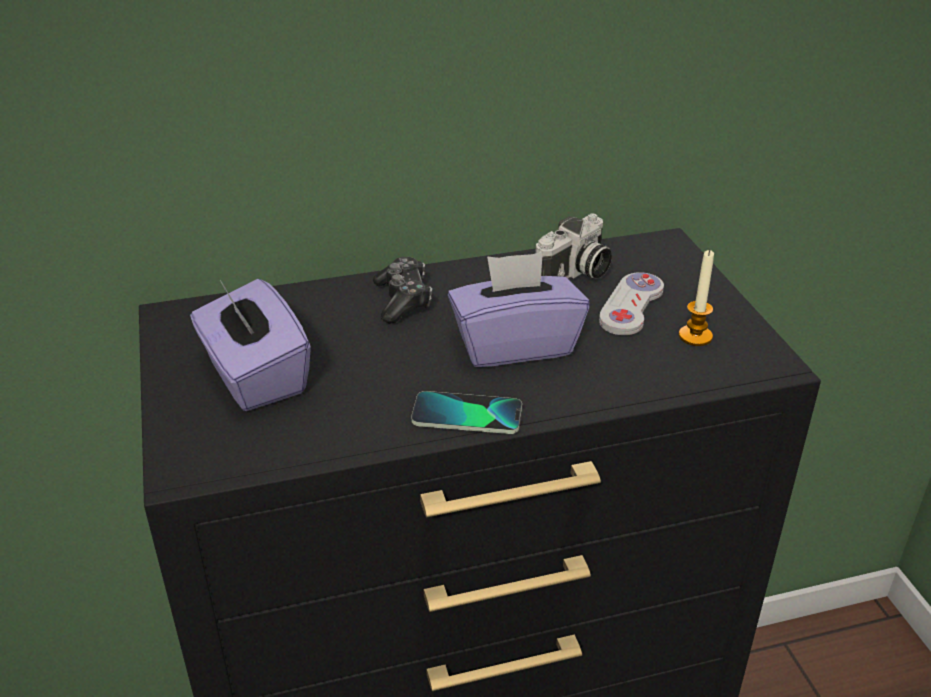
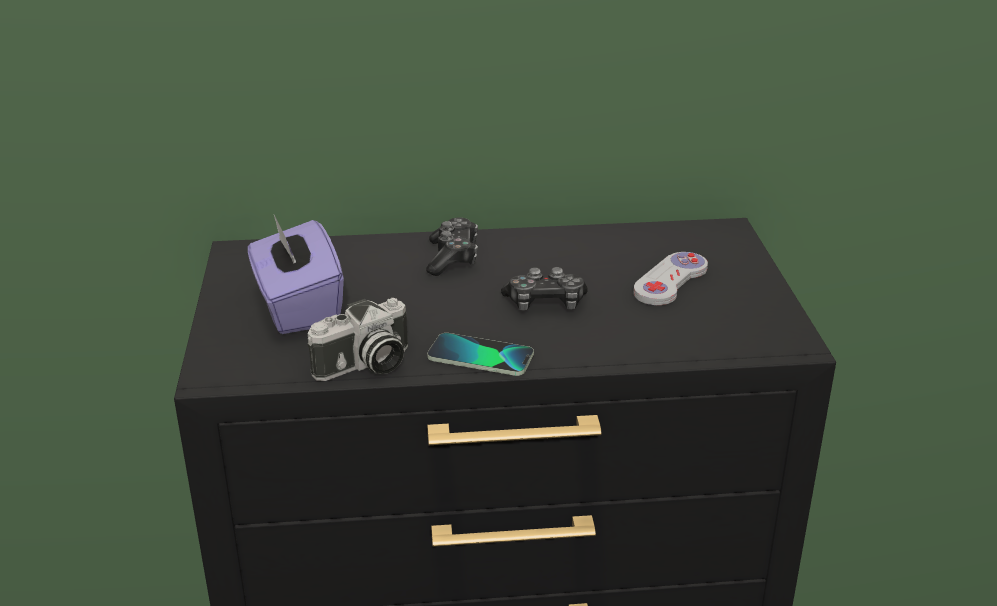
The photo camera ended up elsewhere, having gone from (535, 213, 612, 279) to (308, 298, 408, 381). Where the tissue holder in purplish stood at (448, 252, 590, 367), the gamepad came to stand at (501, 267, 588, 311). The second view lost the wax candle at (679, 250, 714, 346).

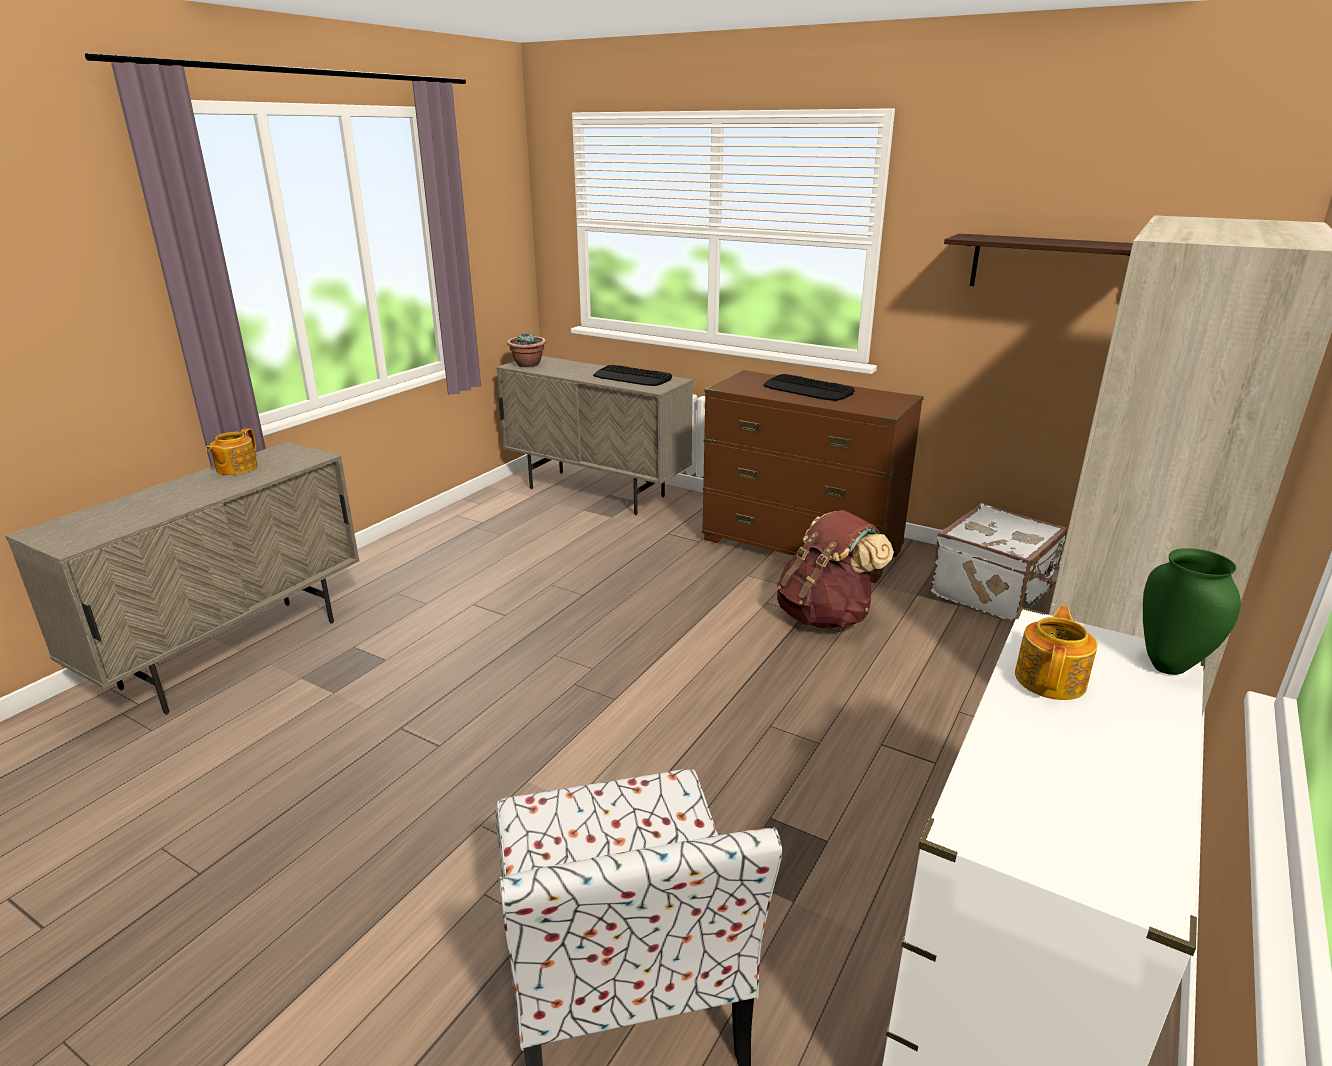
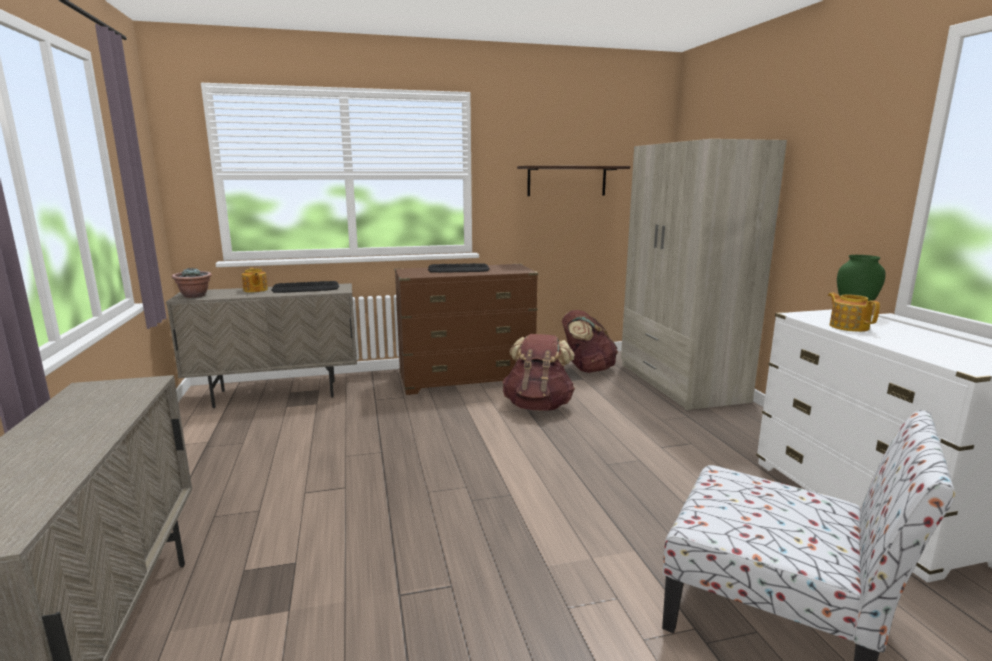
The teapot ended up elsewhere, having gone from (206, 428, 258, 475) to (242, 268, 268, 292). Where the suitcase in white stood at (930, 503, 1068, 623), the knapsack in brown-coloured came to stand at (562, 310, 618, 373).

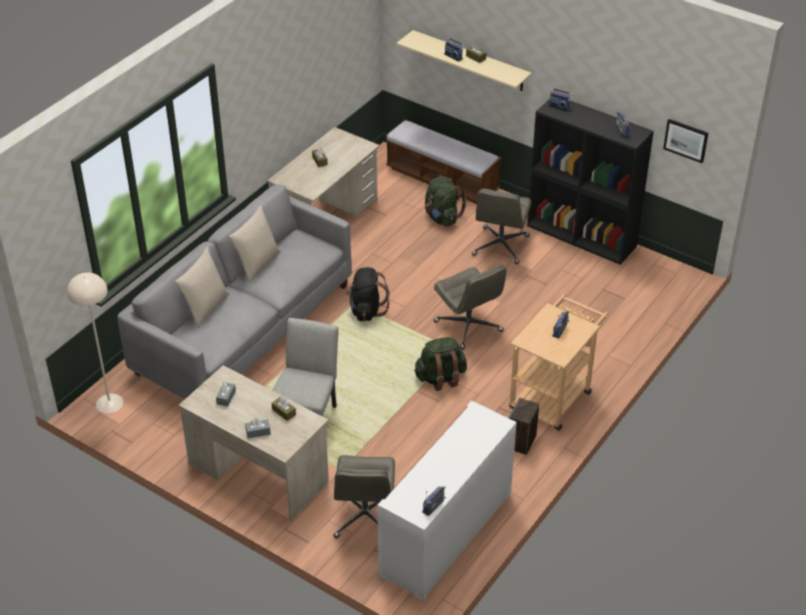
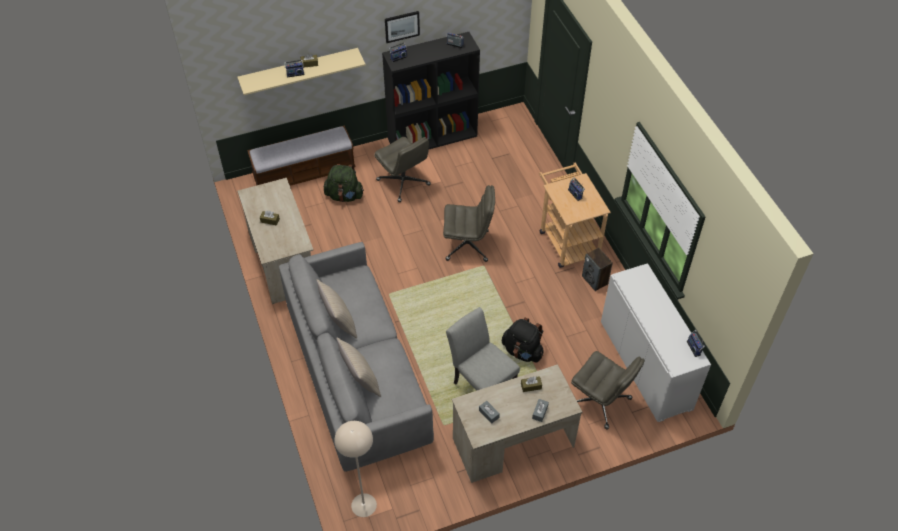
The wall picture ended up elsewhere, having gone from (663, 119, 708, 163) to (385, 11, 420, 43). The knapsack in black ended up elsewhere, having gone from (345, 267, 389, 321) to (502, 317, 544, 363). The second view lost the knapsack in green-coloured at (414, 337, 467, 391).

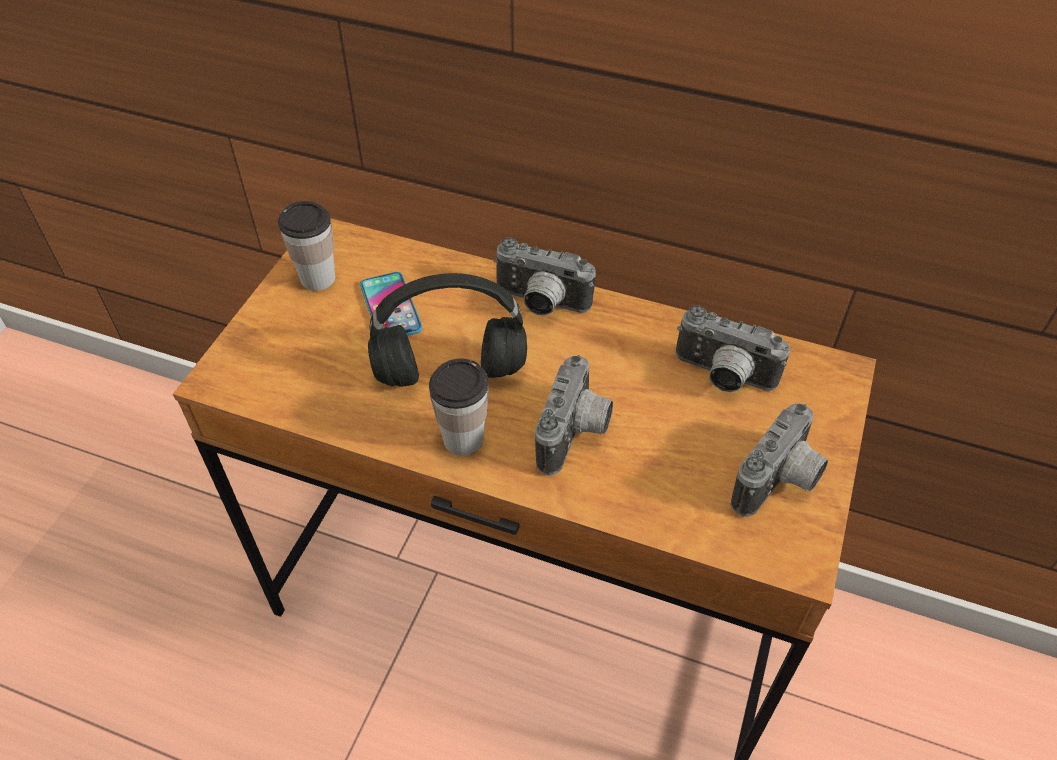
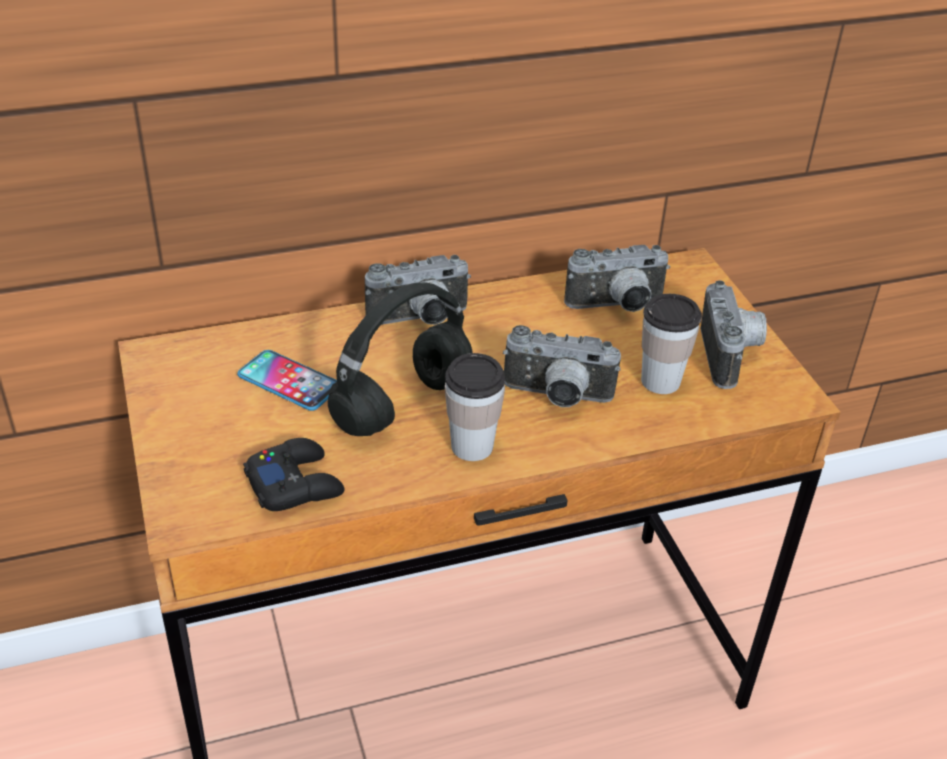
The second view gained the gamepad in black at (243, 438, 345, 511). The photo camera at (535, 355, 613, 475) ended up facing another way, 120 degrees clockwise from before. The drinking cup ended up elsewhere, having gone from (278, 201, 335, 291) to (641, 294, 702, 394).

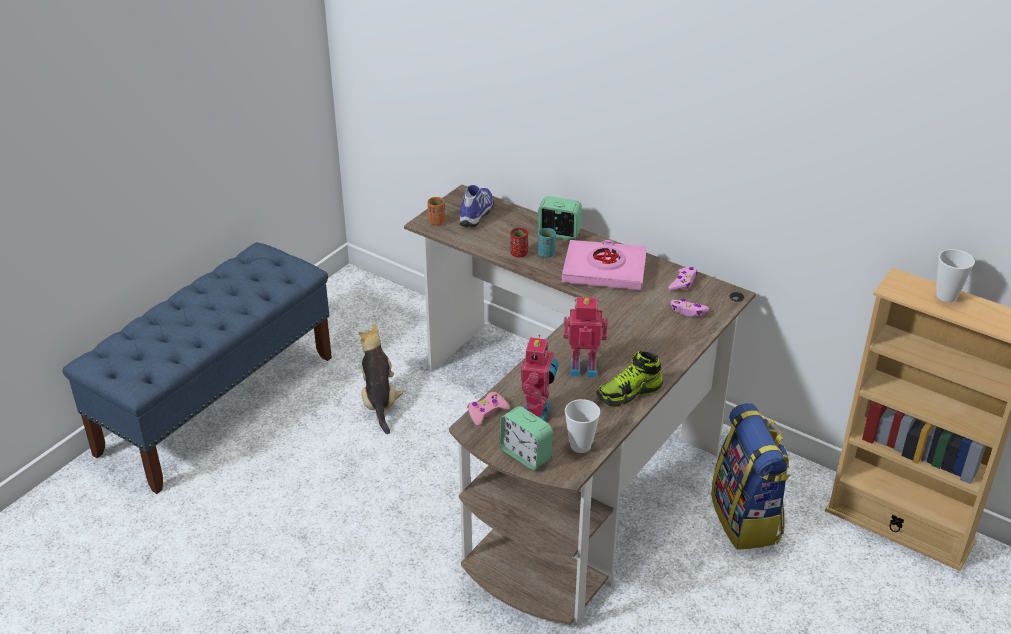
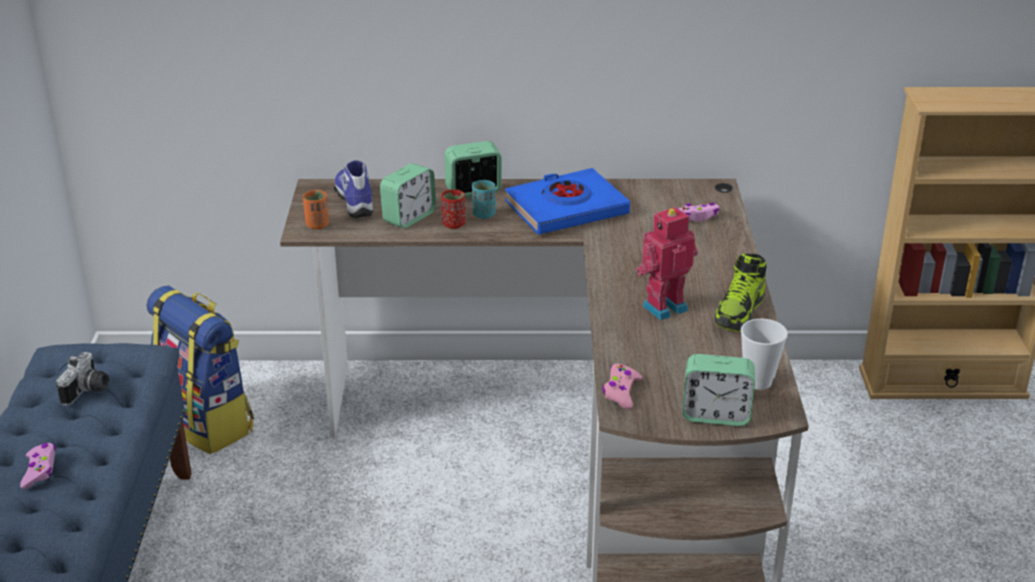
The gamepad in pinkish ended up elsewhere, having gone from (668, 267, 697, 291) to (20, 443, 56, 489). The second view gained the photo camera at (56, 352, 109, 406). The knapsack ended up elsewhere, having gone from (711, 403, 790, 550) to (147, 285, 254, 454). The second view gained the alarm clock at (380, 163, 436, 228). What was the bound book in pinkish at (562, 240, 647, 290) turned into the bound book in bluish at (505, 168, 630, 235). The second view lost the soft toy at (359, 324, 403, 434). The second view lost the toy robot at (521, 335, 558, 421). The second view lost the drinking cup at (936, 249, 975, 302).

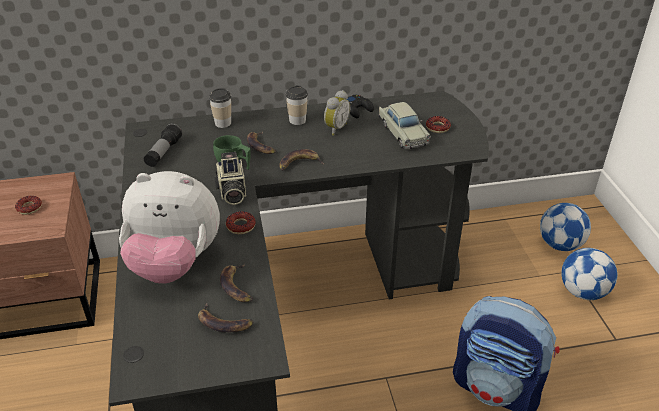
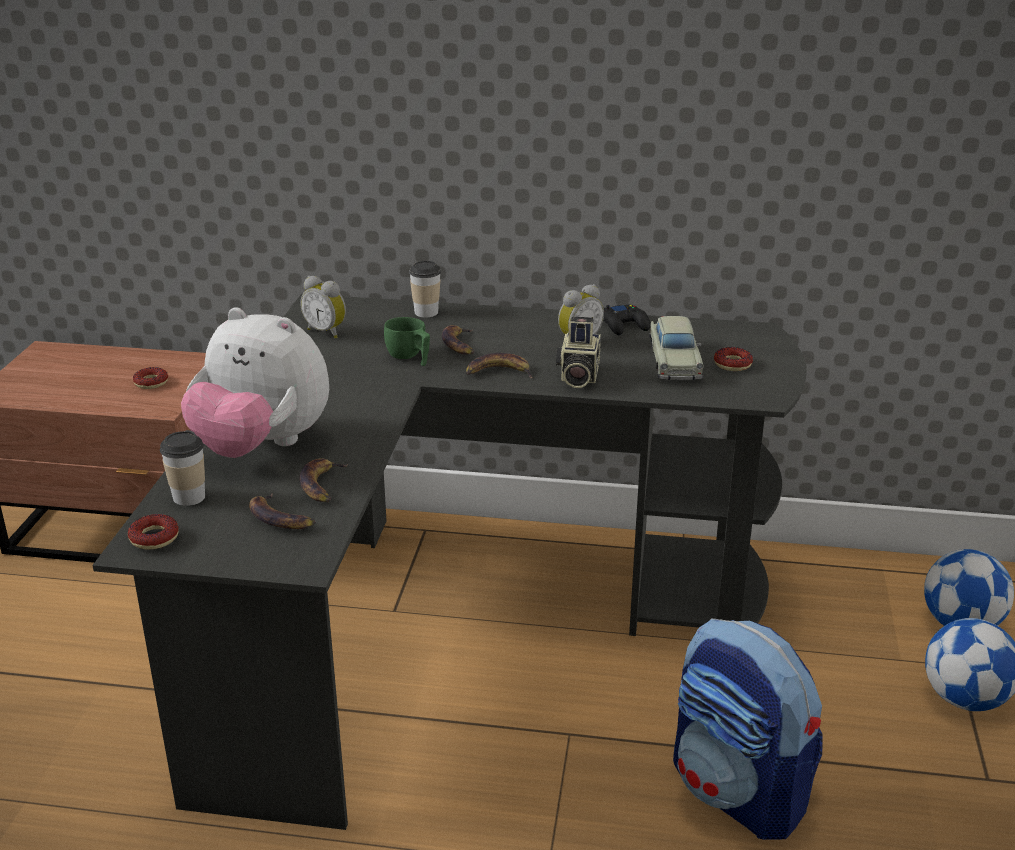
The ring doughnut ended up elsewhere, having gone from (226, 211, 256, 234) to (128, 514, 179, 550). The drinking cup ended up elsewhere, having gone from (286, 85, 308, 125) to (160, 430, 205, 506). Where the torch stood at (144, 123, 183, 167), the alarm clock came to stand at (301, 275, 346, 339). The photo camera ended up elsewhere, having gone from (215, 152, 246, 205) to (556, 316, 601, 388).

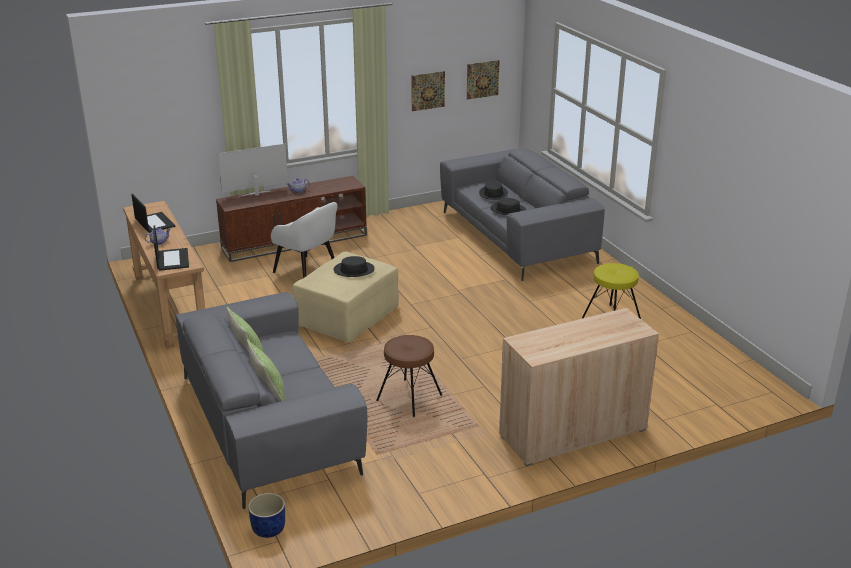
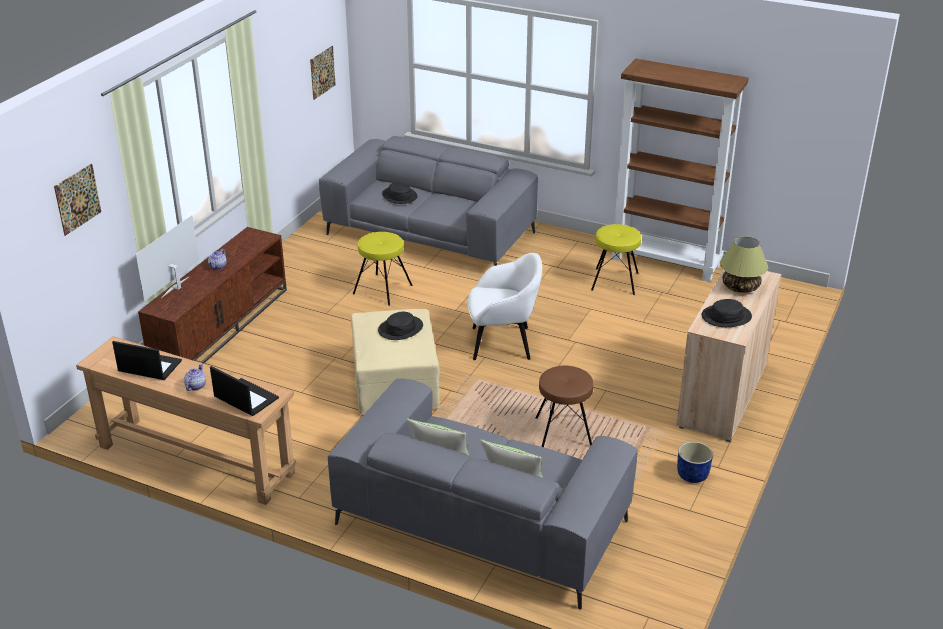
The wall picture ended up elsewhere, having gone from (411, 71, 445, 111) to (54, 164, 101, 236). The second view gained the stool in yellow-coloured at (353, 232, 413, 306). The lounge chair in white ended up elsewhere, having gone from (271, 202, 337, 278) to (468, 253, 542, 360). The second view gained the shelving unit in brown-coloured at (612, 59, 749, 282). The planter in bluish ended up elsewhere, having gone from (248, 493, 285, 538) to (677, 442, 713, 483). The hat in black ended up elsewhere, having gone from (490, 198, 526, 215) to (702, 299, 752, 327). The second view gained the tabletop lamp at (720, 236, 768, 293).

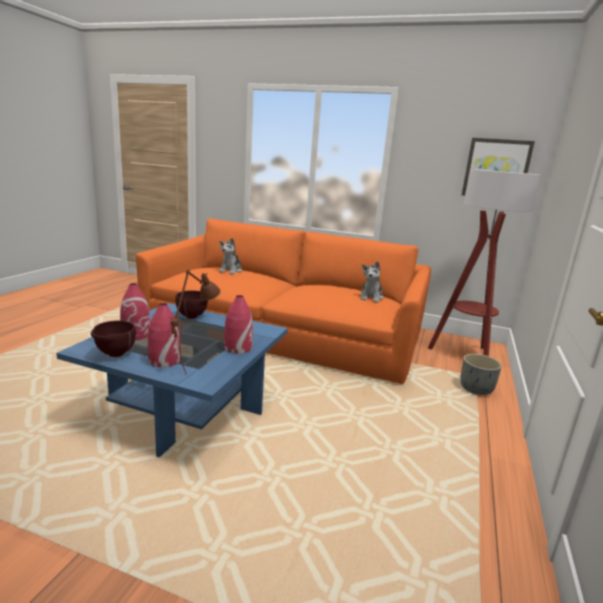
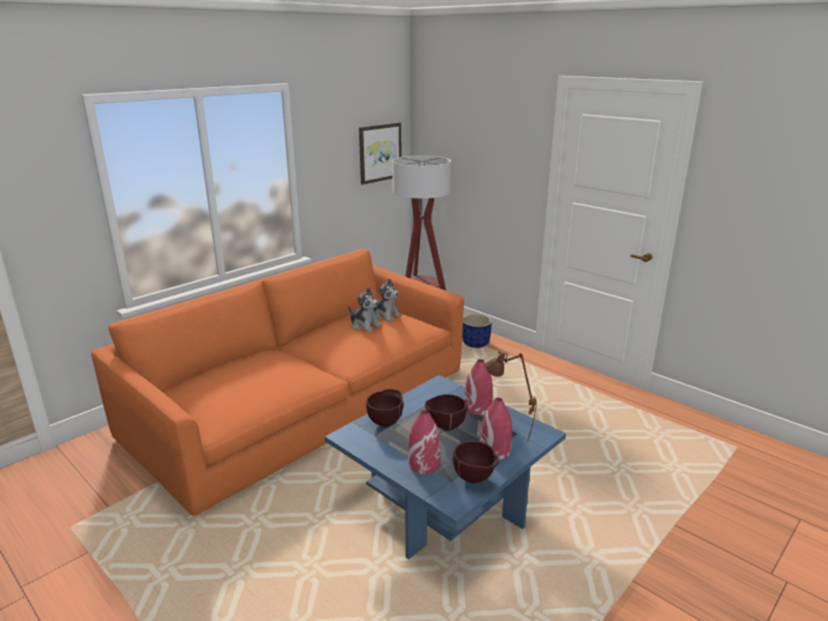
The soft toy ended up elsewhere, having gone from (219, 238, 242, 274) to (348, 287, 382, 332). The second view gained the deep dish in brown-coloured at (425, 394, 467, 431). What was the planter in grey at (460, 354, 502, 395) turned into the planter in bluish at (462, 314, 492, 348).

